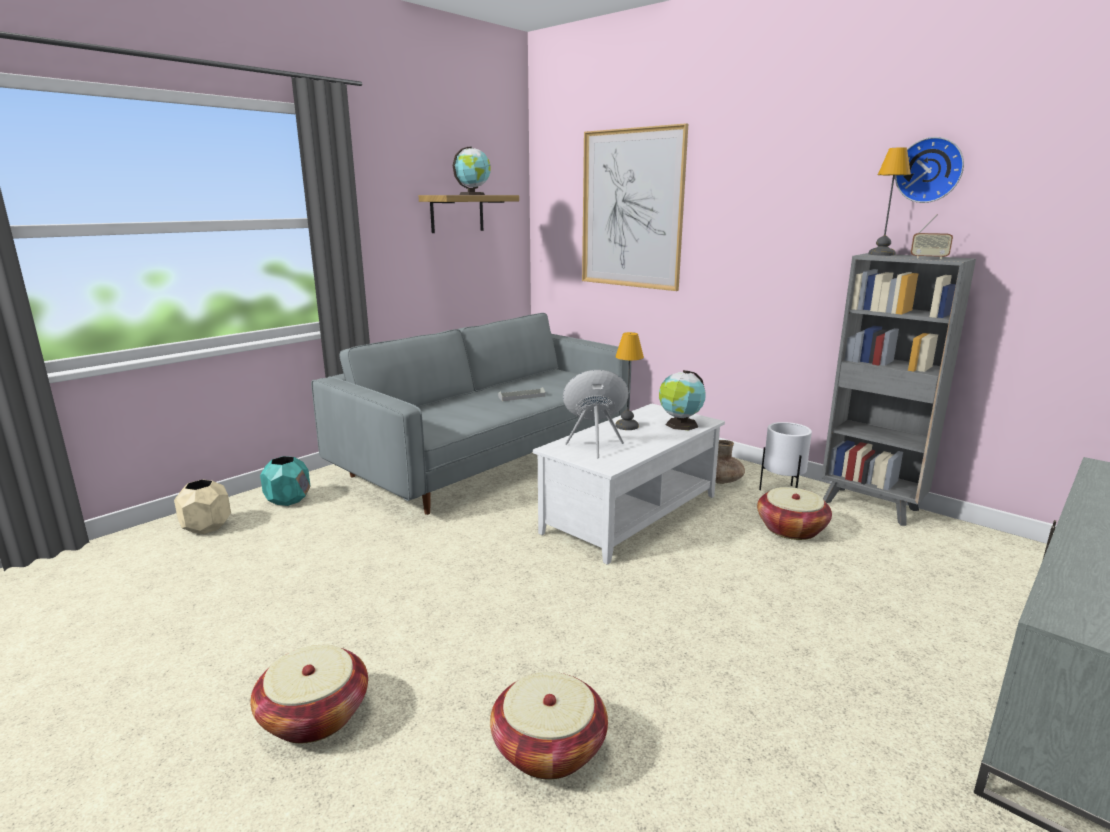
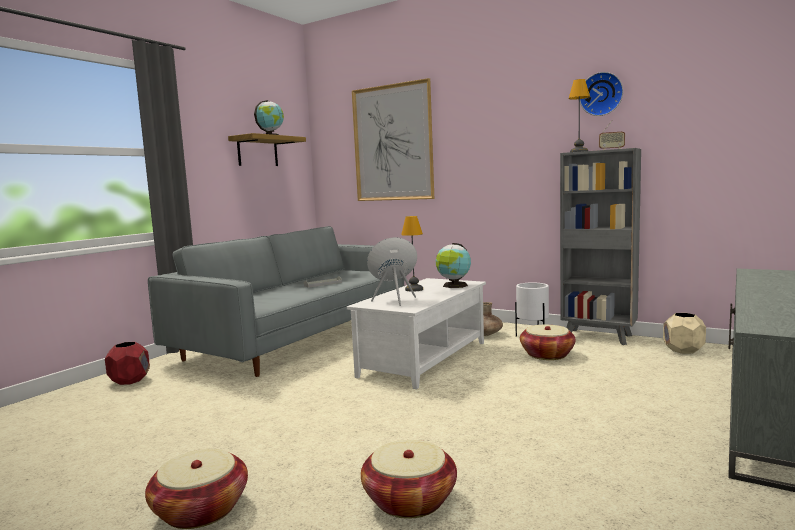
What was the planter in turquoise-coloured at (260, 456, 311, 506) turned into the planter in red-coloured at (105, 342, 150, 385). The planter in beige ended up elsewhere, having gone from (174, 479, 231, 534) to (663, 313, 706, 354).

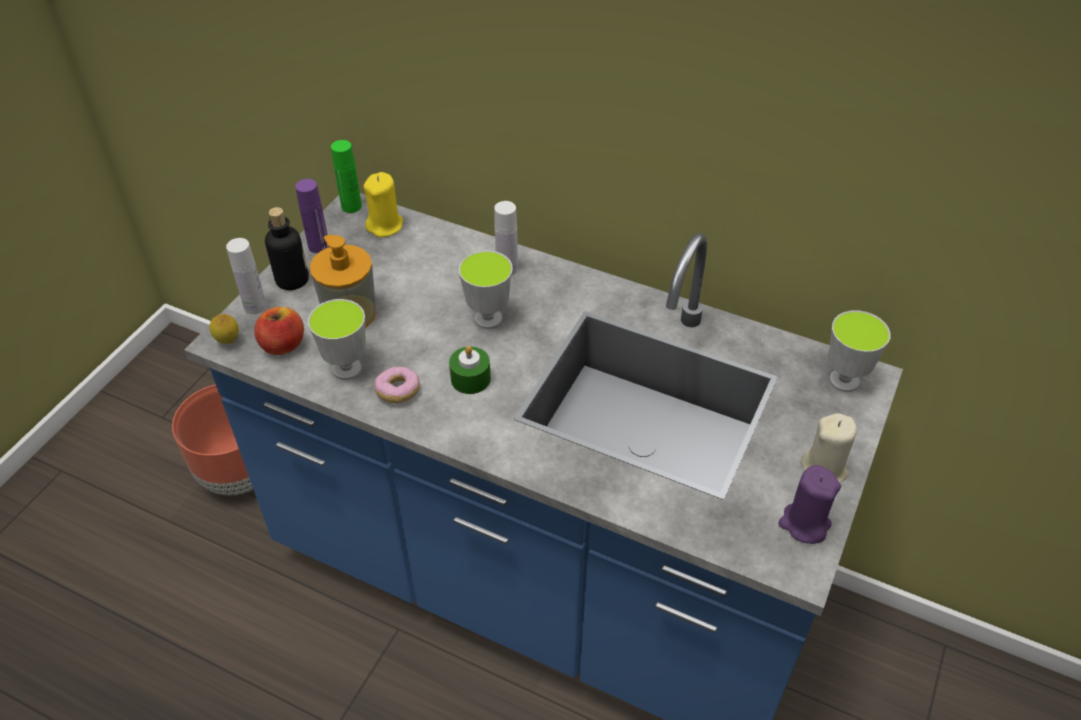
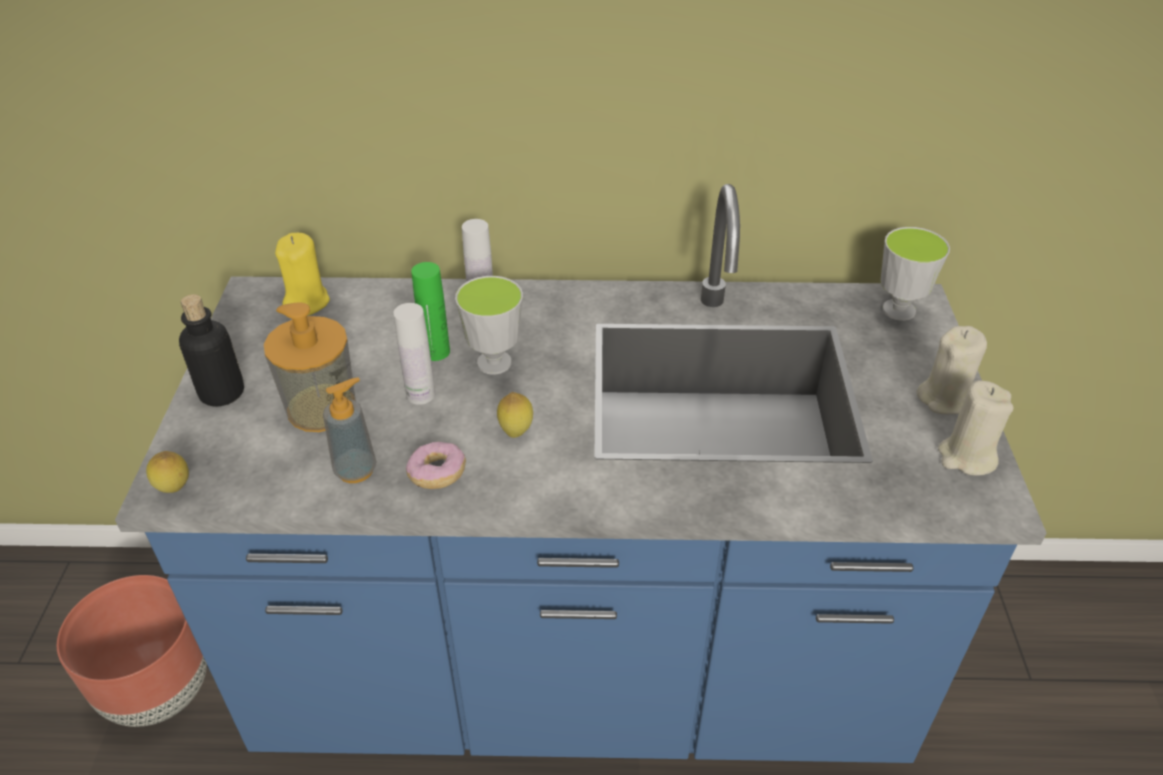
Where the drinking cup stood at (308, 299, 366, 380), the soap dispenser came to stand at (323, 378, 377, 483). The drink bottle in white ended up elsewhere, having gone from (226, 238, 267, 314) to (393, 303, 435, 405). The drink bottle in green-coloured ended up elsewhere, having gone from (331, 140, 362, 213) to (411, 262, 450, 361). Where the wax candle in green-coloured stood at (449, 346, 491, 394), the lemon came to stand at (497, 392, 533, 438). What was the wax candle in purplish at (779, 465, 841, 544) turned into the wax candle in beige at (938, 380, 1014, 476). The second view lost the apple fruit at (254, 307, 304, 355). The second view lost the drink bottle in purplish at (295, 179, 329, 253).

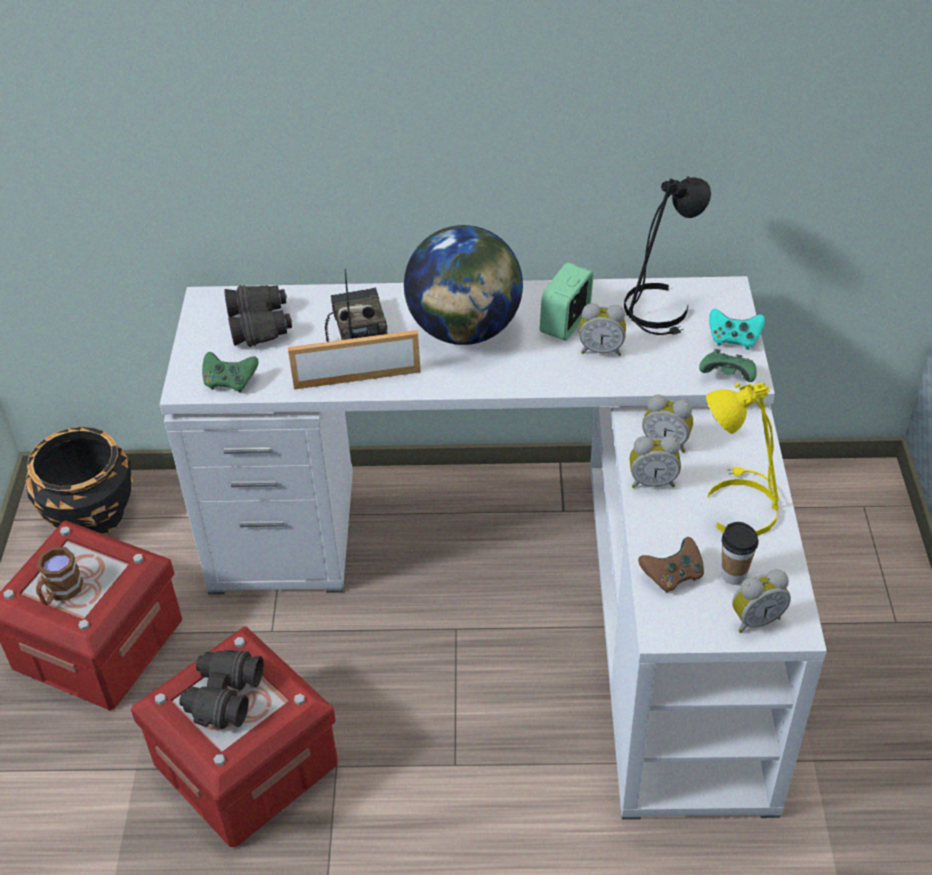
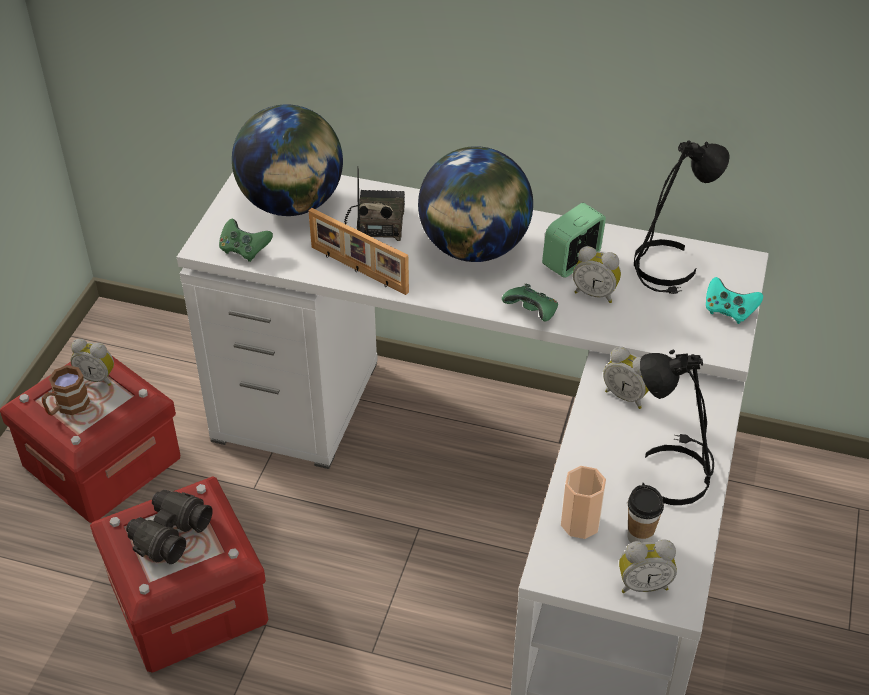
The alarm clock ended up elsewhere, having gone from (630, 436, 681, 488) to (70, 339, 114, 386). Where the field glasses in black stood at (225, 285, 292, 347), the world globe came to stand at (232, 104, 343, 216). The picture frame at (288, 330, 421, 389) ended up facing another way, 150 degrees counterclockwise from before. The gamepad in green-coloured ended up elsewhere, having gone from (699, 349, 757, 382) to (502, 284, 558, 321). Where the gamepad in brown-coloured stood at (638, 537, 704, 593), the drinking cup came to stand at (561, 466, 606, 539). What was the tabletop lamp in yellow-coloured at (706, 382, 779, 536) turned into the tabletop lamp in black at (640, 349, 714, 505). The second view lost the planter in black at (26, 427, 134, 535).

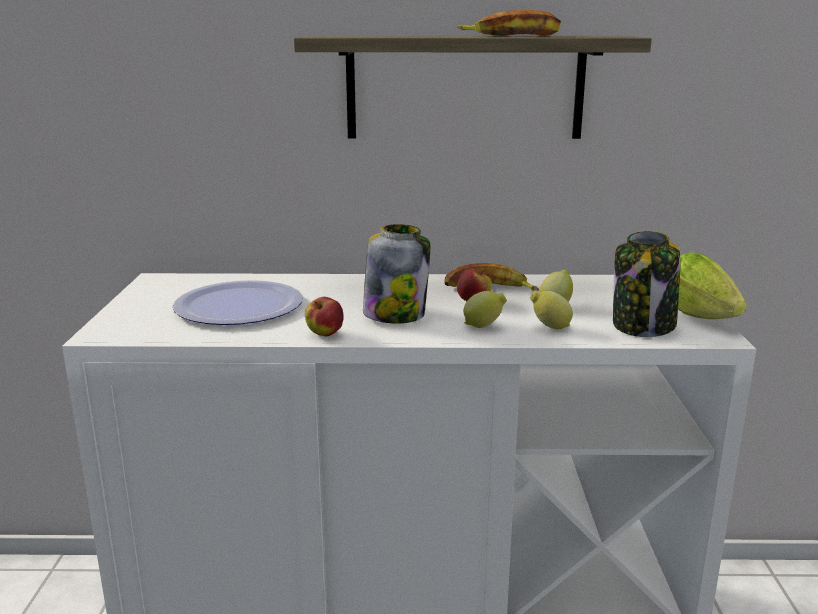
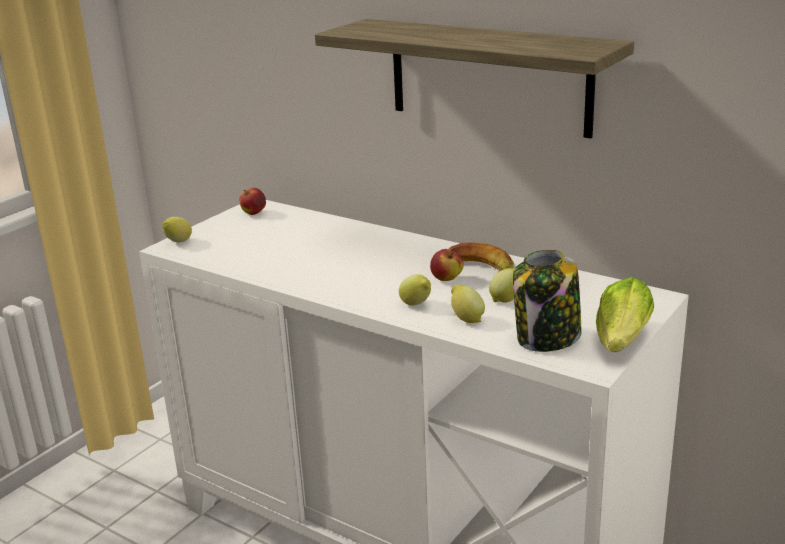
The second view gained the lemon at (162, 217, 192, 242). The apple fruit ended up elsewhere, having gone from (305, 297, 344, 336) to (239, 188, 266, 215). The second view lost the dinner plate at (173, 280, 303, 325). The second view lost the jar at (363, 224, 430, 324). The second view lost the banana at (457, 10, 561, 36).

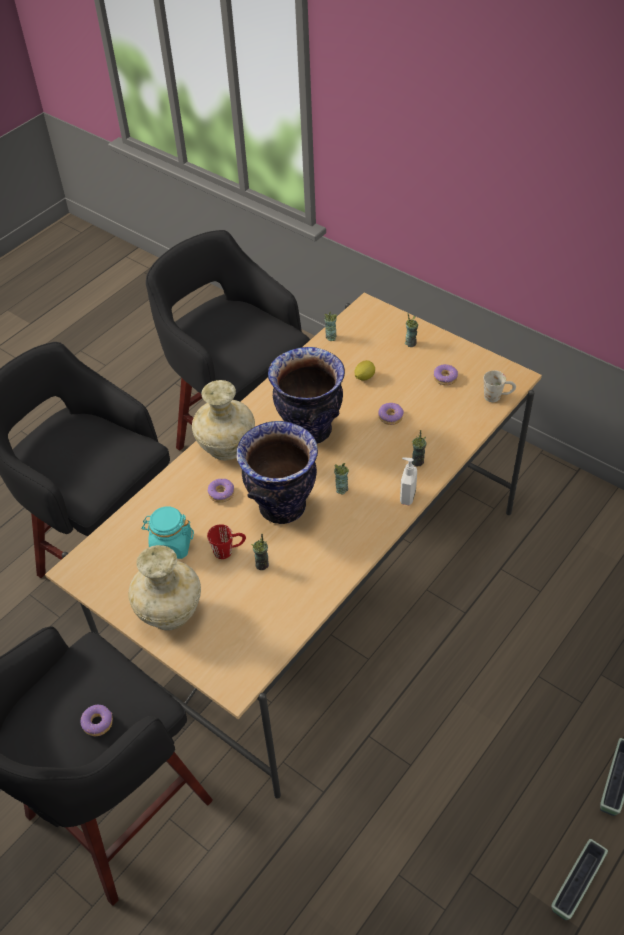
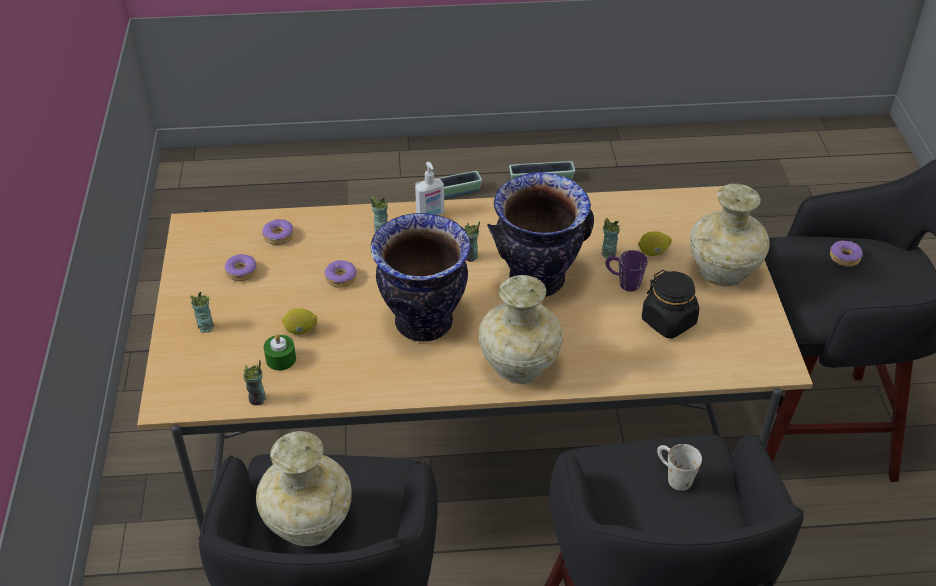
The second view gained the flower vase in beige at (256, 431, 352, 546). The ring doughnut ended up elsewhere, having gone from (208, 479, 234, 503) to (262, 219, 294, 245). The second view gained the wax candle in green-coloured at (264, 334, 296, 371). What was the mug in red-coloured at (207, 524, 246, 559) turned into the mug in purplish at (605, 250, 648, 292). The second view gained the lemon at (638, 231, 672, 256). What was the jar in turquoise-coloured at (141, 506, 194, 559) turned into the jar in black at (642, 270, 699, 338). The mug in white ended up elsewhere, having gone from (484, 370, 516, 402) to (657, 444, 702, 491).

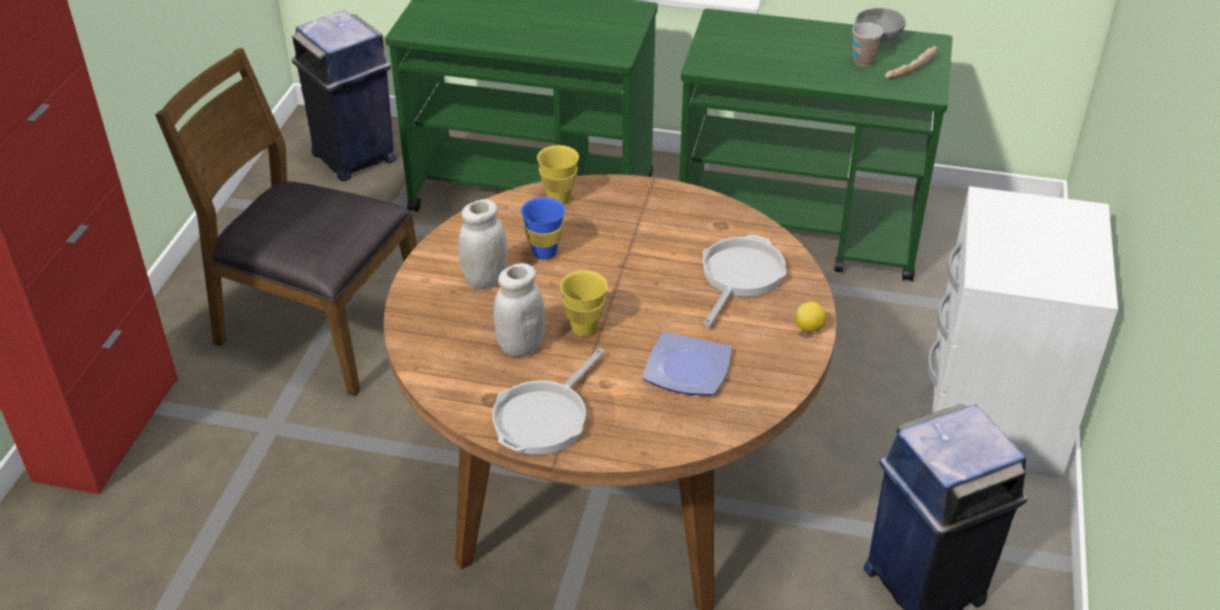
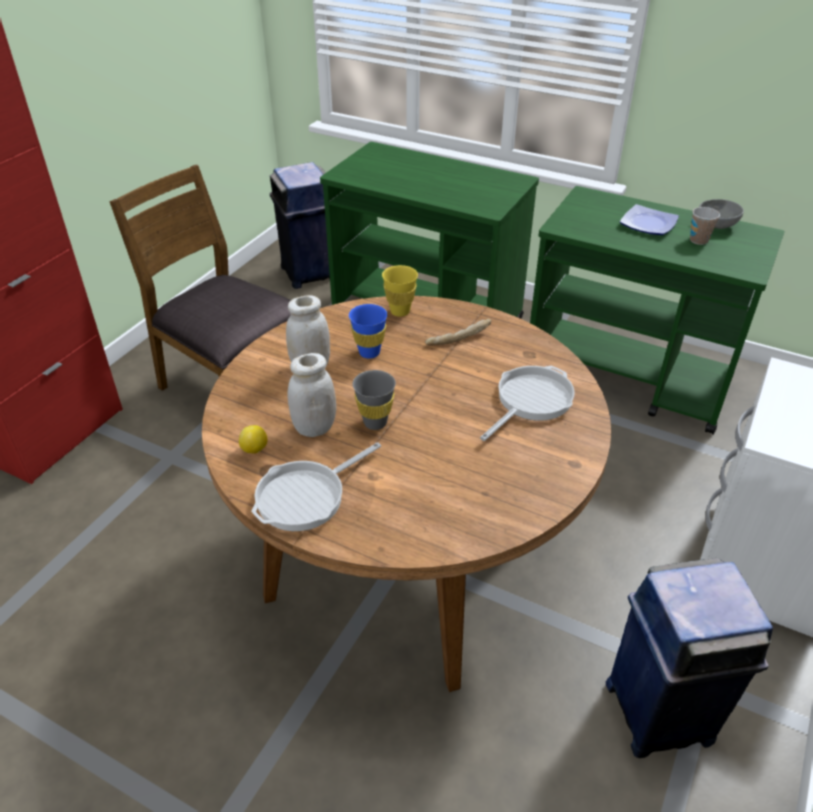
The lemon ended up elsewhere, having gone from (796, 302, 826, 332) to (239, 425, 268, 454). What was the drinking cup in yellow-coloured at (560, 271, 608, 337) turned into the drinking cup in grey at (353, 370, 396, 430). The baked bread ended up elsewhere, having gone from (885, 46, 937, 79) to (425, 319, 492, 346). The dinner plate ended up elsewhere, having gone from (643, 332, 732, 396) to (620, 204, 679, 235).

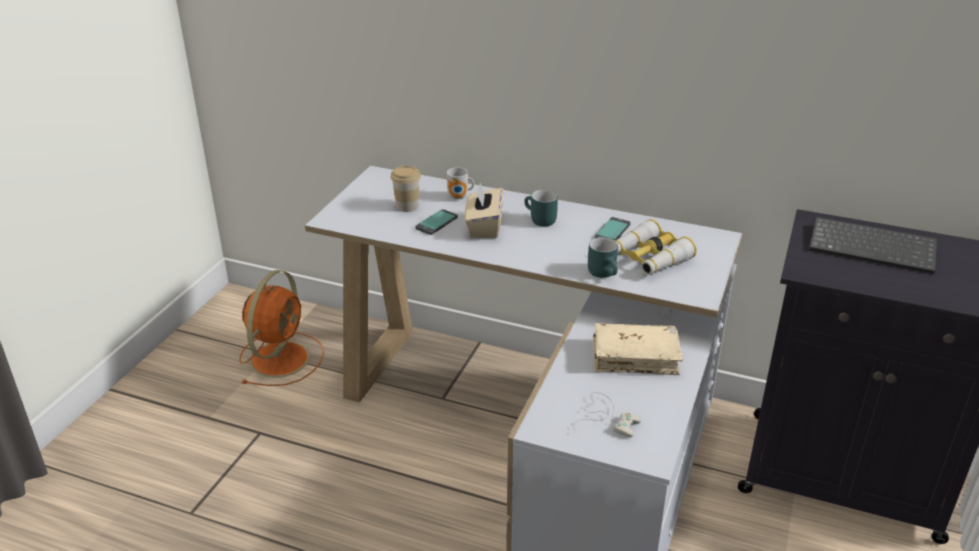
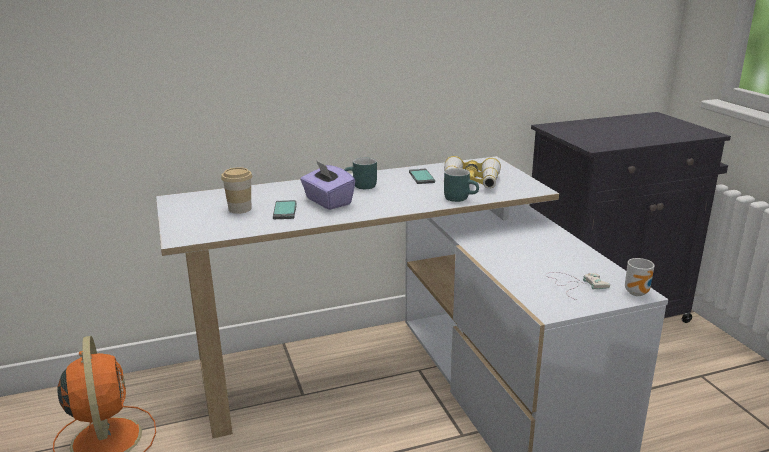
What was the tissue holder in beige at (464, 182, 504, 238) turned into the tissue holder in purplish at (300, 160, 355, 210). The mug ended up elsewhere, having gone from (447, 167, 474, 200) to (625, 258, 655, 296). The second view lost the bound book in beige at (593, 323, 683, 375). The second view lost the PC keyboard at (809, 217, 937, 274).

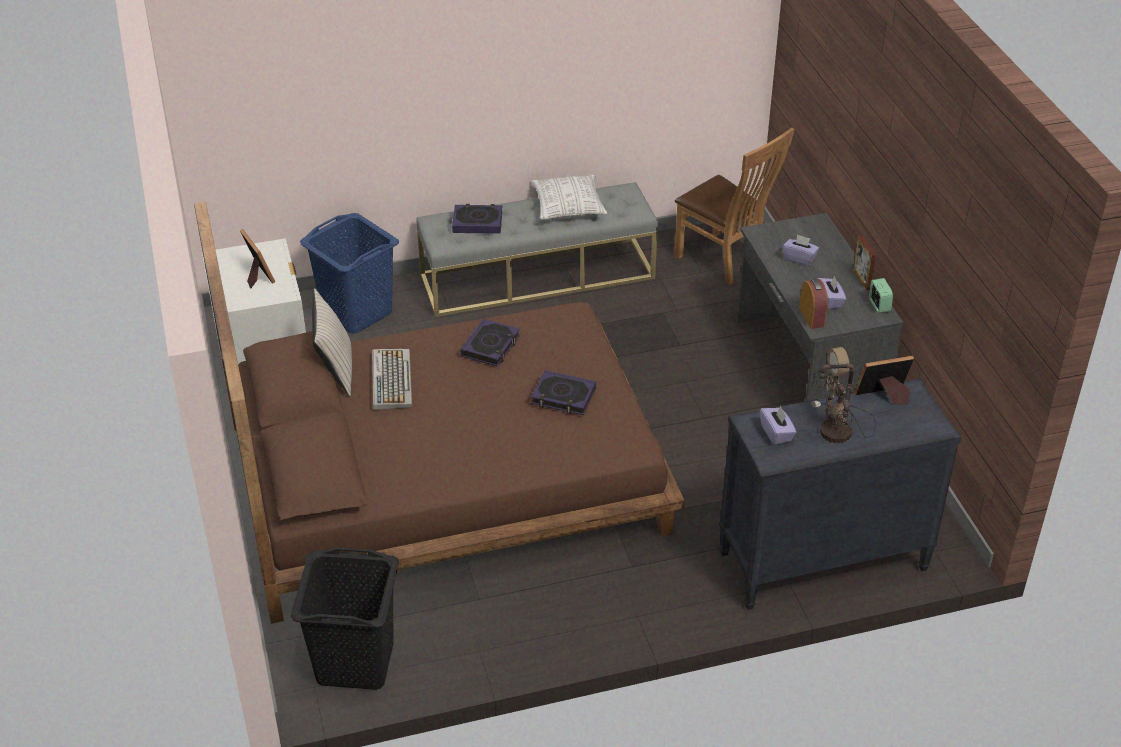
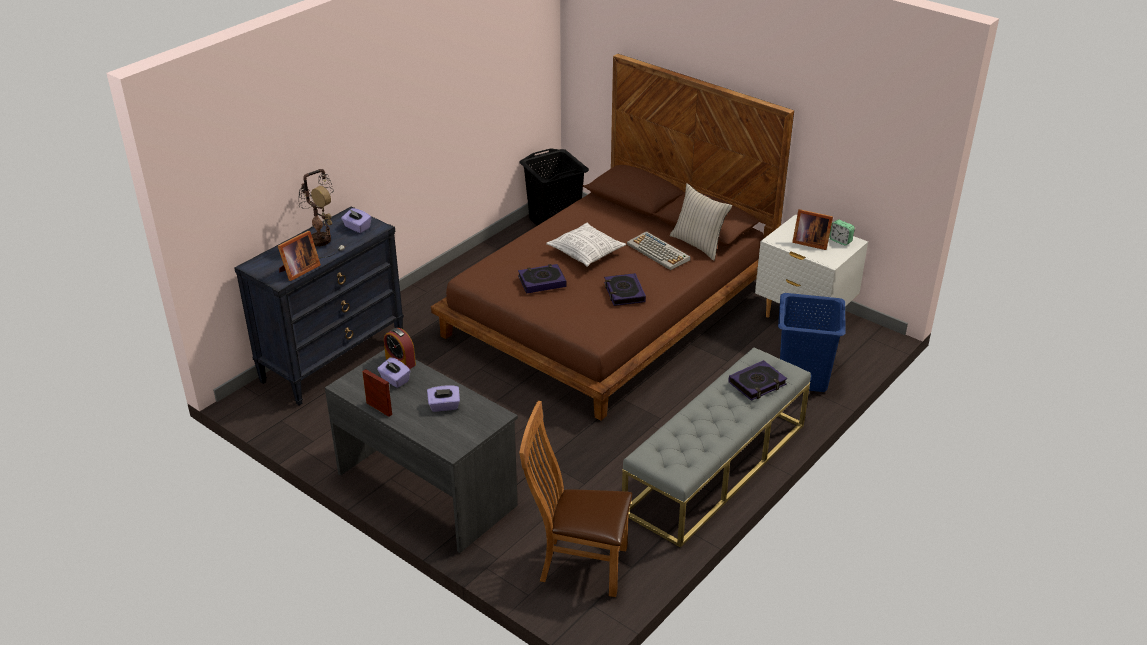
The throw pillow ended up elsewhere, having gone from (531, 174, 607, 220) to (546, 223, 626, 267). The alarm clock ended up elsewhere, having gone from (869, 278, 893, 313) to (829, 220, 855, 246).

